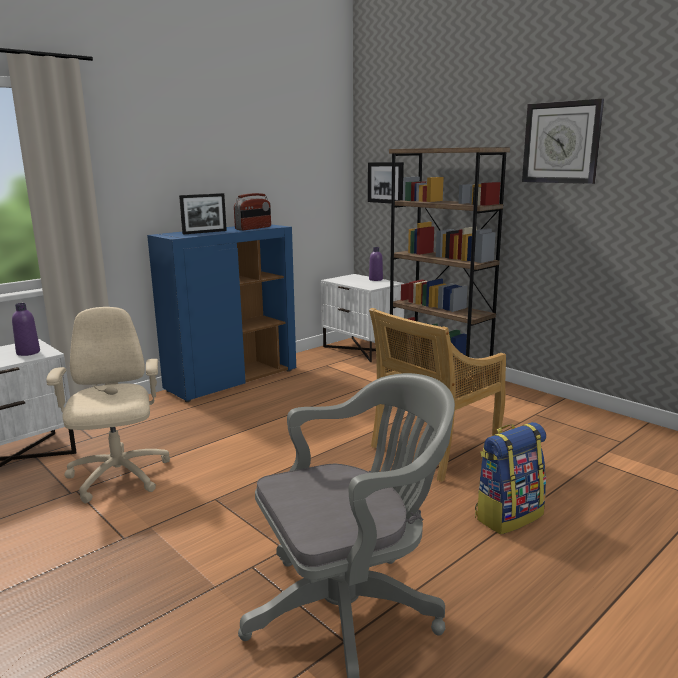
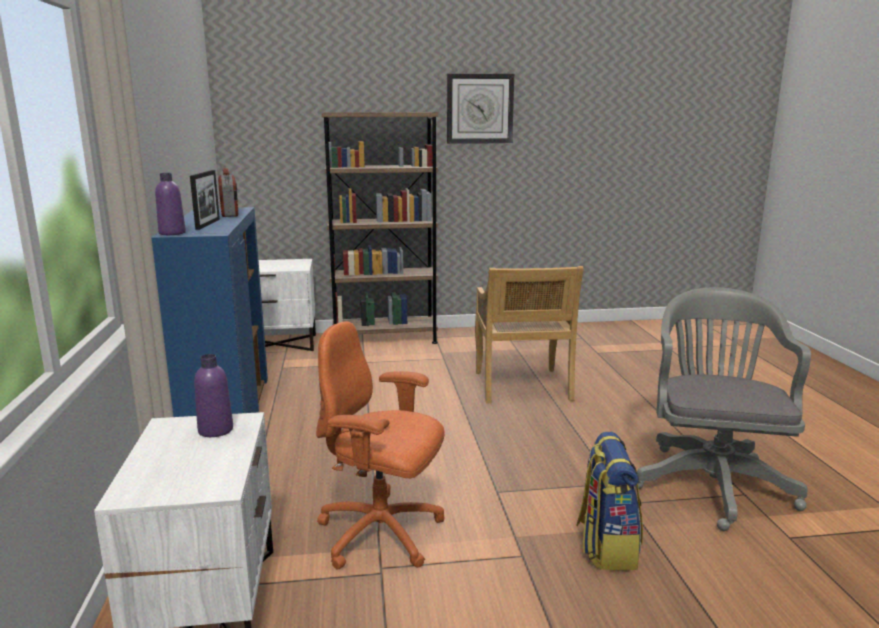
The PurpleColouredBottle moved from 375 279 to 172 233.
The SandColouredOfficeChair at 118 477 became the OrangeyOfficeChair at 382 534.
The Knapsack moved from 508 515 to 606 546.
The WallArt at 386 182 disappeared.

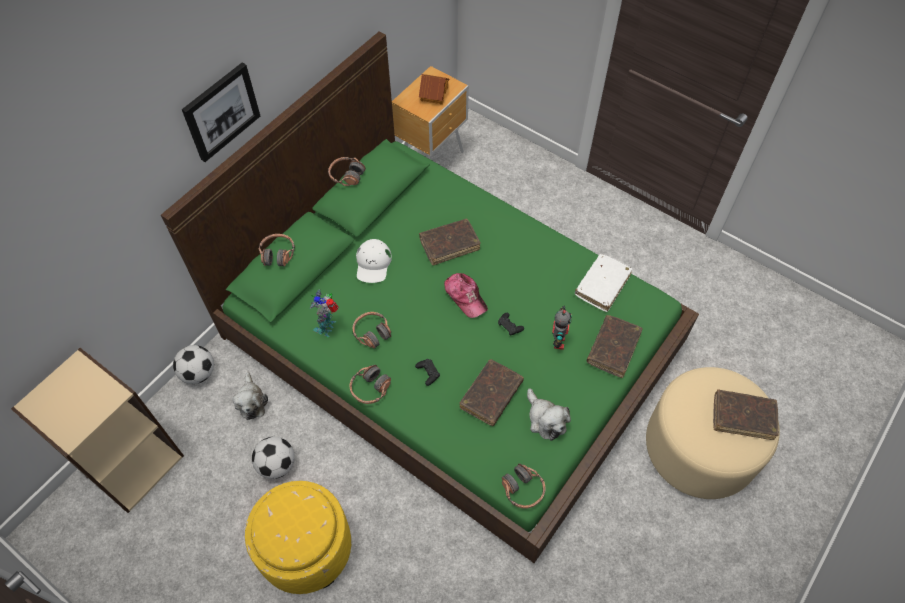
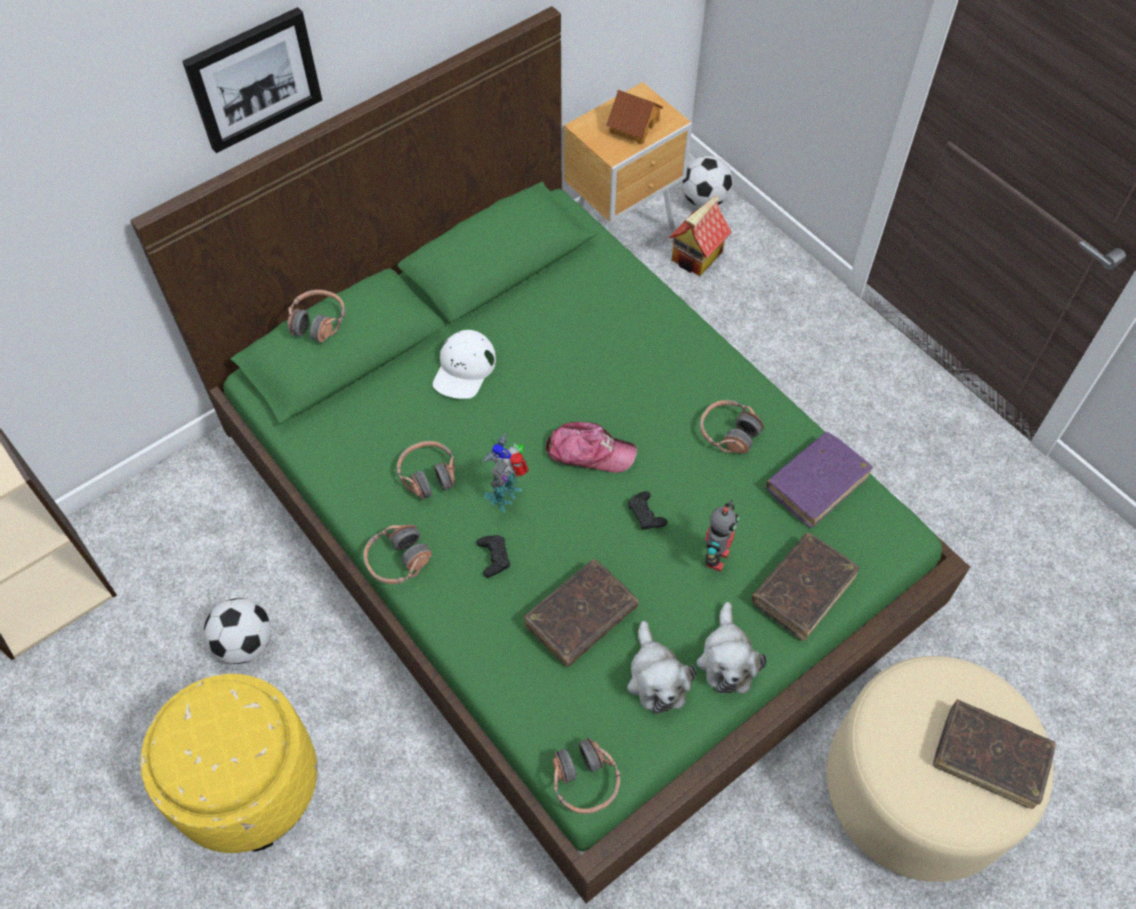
The ModelRobot moved from 327 327 to 507 495.
The Cap at 465 297 turned 60 degrees counterclockwise.
The ModelHouse at 697 257 appeared.
The Football moved from 199 373 to 704 200.
The PlushToy moved from 251 401 to 727 659.
The Headset moved from 347 175 to 728 433.
The WhitishVolume at 602 285 became the PurpleColouredVolume at 816 484.
The BrownVolume at 449 245 disappeared.

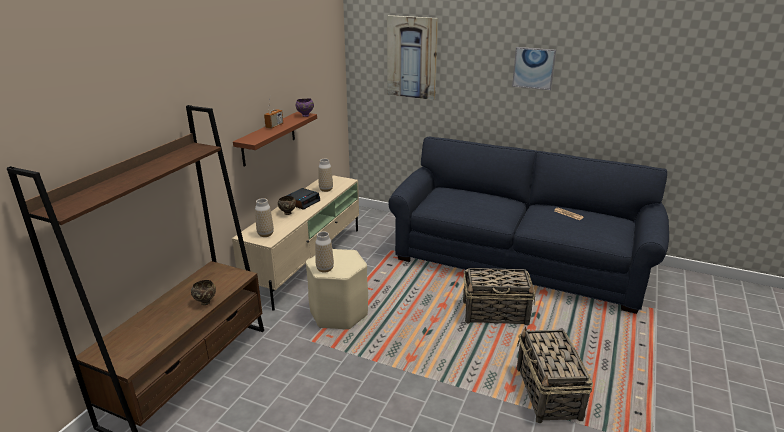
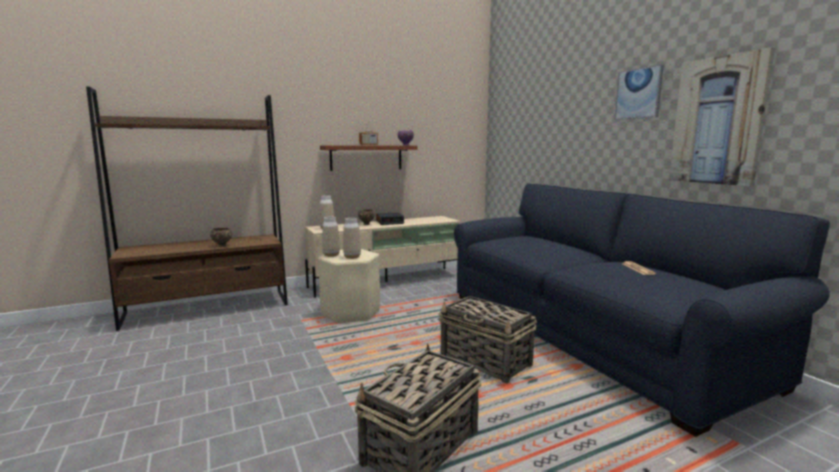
The FlowerVase moved from 326 189 to 352 257.
The WallArt moved from 412 57 to 718 121.

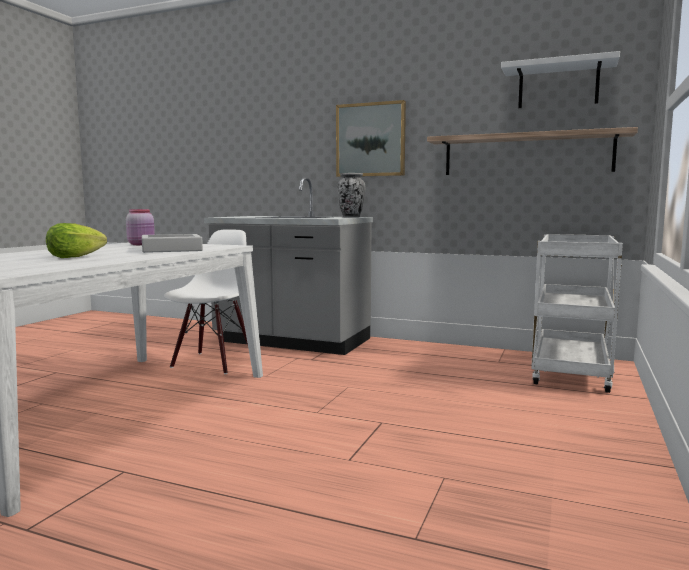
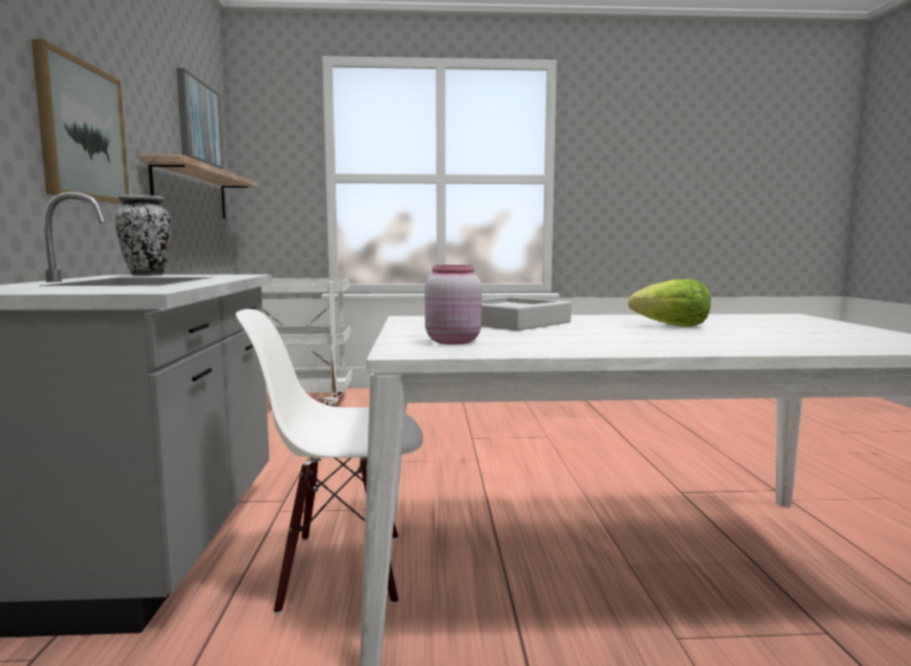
The WhitishShelf at 558 86 was replaced by the WallArt at 198 122.

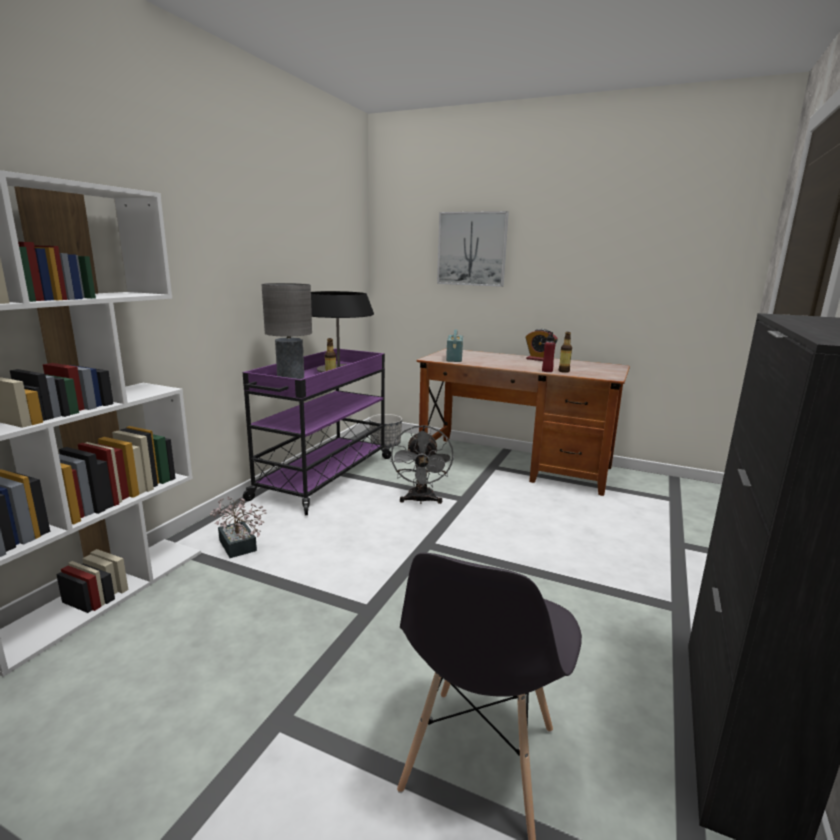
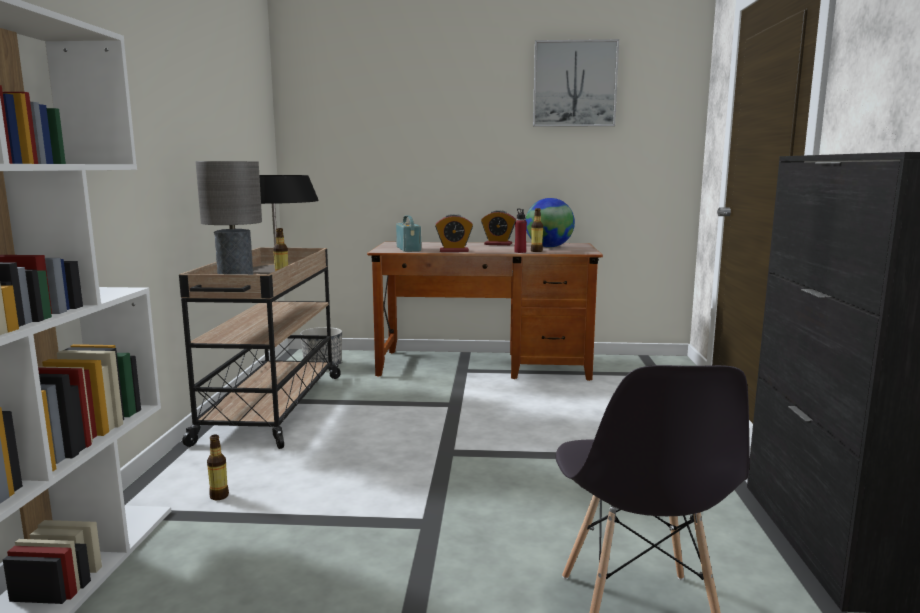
The PurpleColouredTrolley at 323 478 became the SandColouredTrolley at 271 408.
The PlantInAPot at 238 548 was replaced by the Bottle at 219 496.
The TableClock at 454 251 appeared.
The Globe at 549 247 appeared.
The WallArt moved from 472 249 to 574 84.
The GreyishFan at 420 500 disappeared.

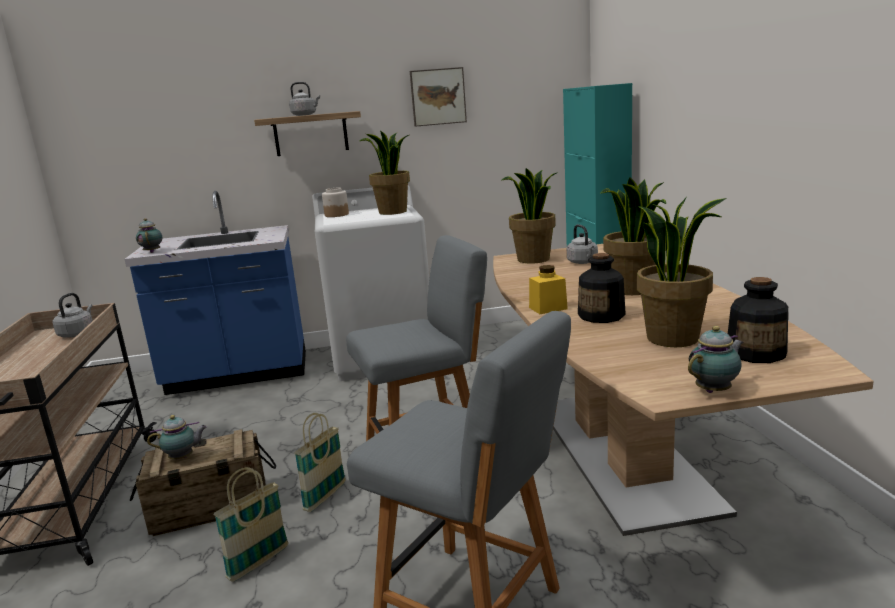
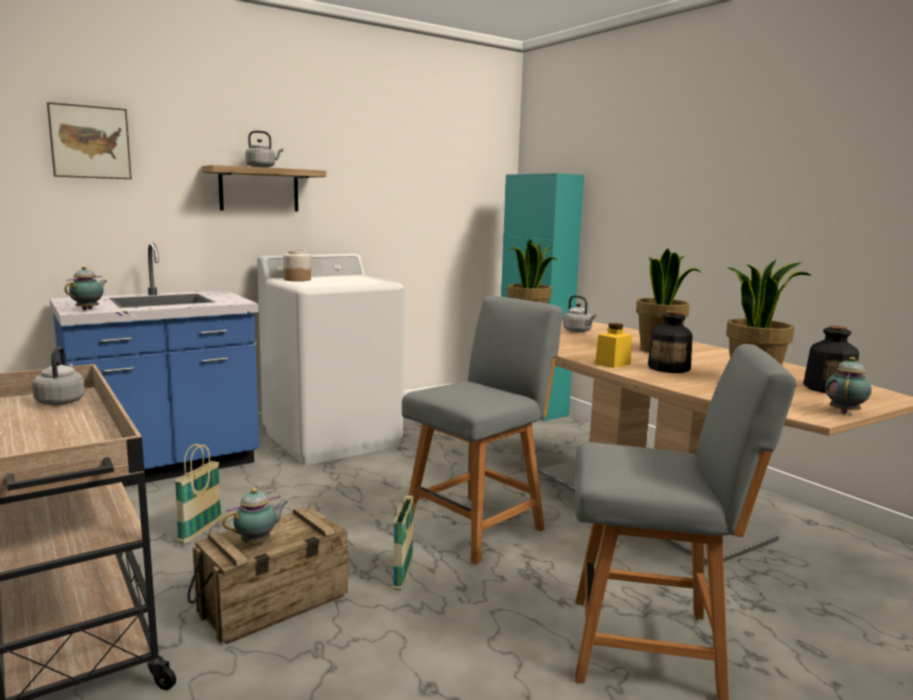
The WallArt moved from 437 97 to 90 142.
The Teapot at 152 252 turned 60 degrees clockwise.
The HouseholdBasket moved from 259 563 to 200 531.
The PlantInAPot at 393 212 disappeared.

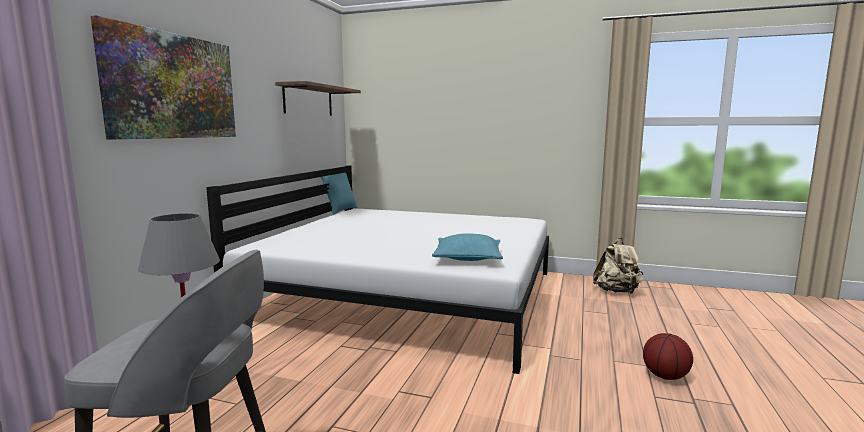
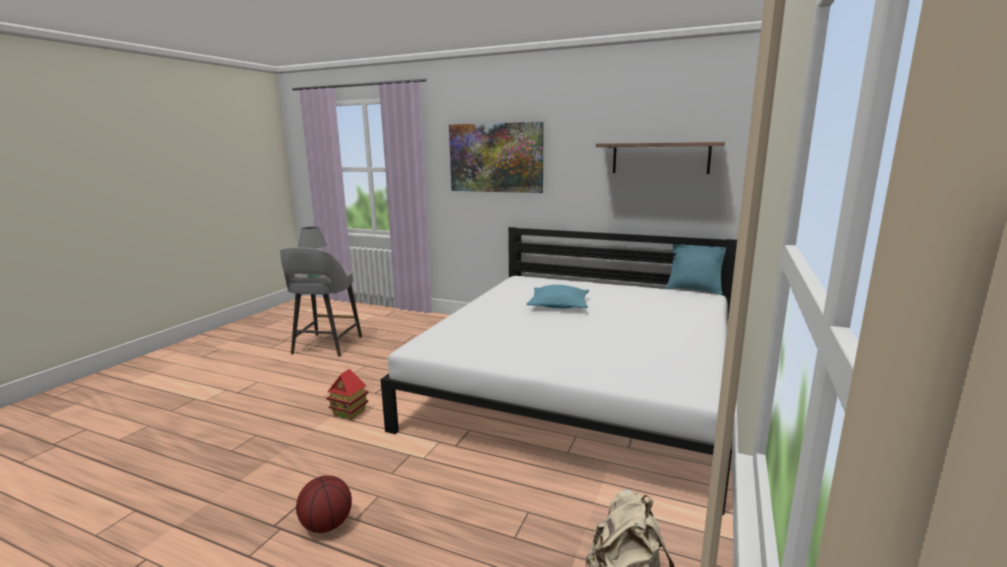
The ModelHouse at 349 412 appeared.
The TurquoiseColouredCushion moved from 467 258 to 559 305.

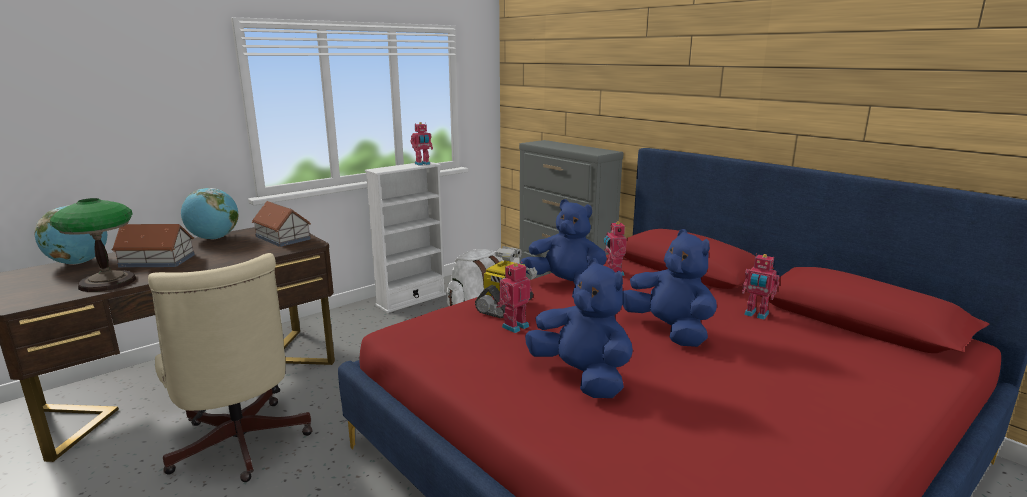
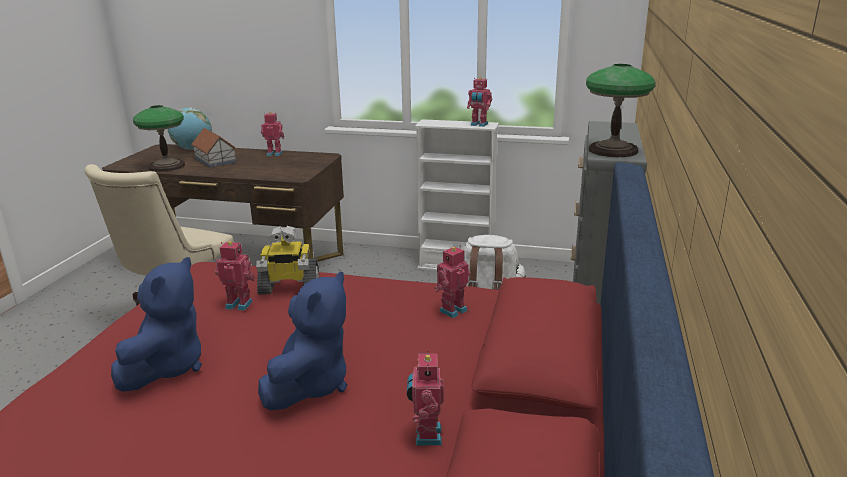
The Globe at 214 238 was replaced by the ModelRobot at 275 154.
The LampForATable at 613 150 appeared.
The ModelHouse at 283 237 disappeared.
The BluePlushToy at 565 284 disappeared.

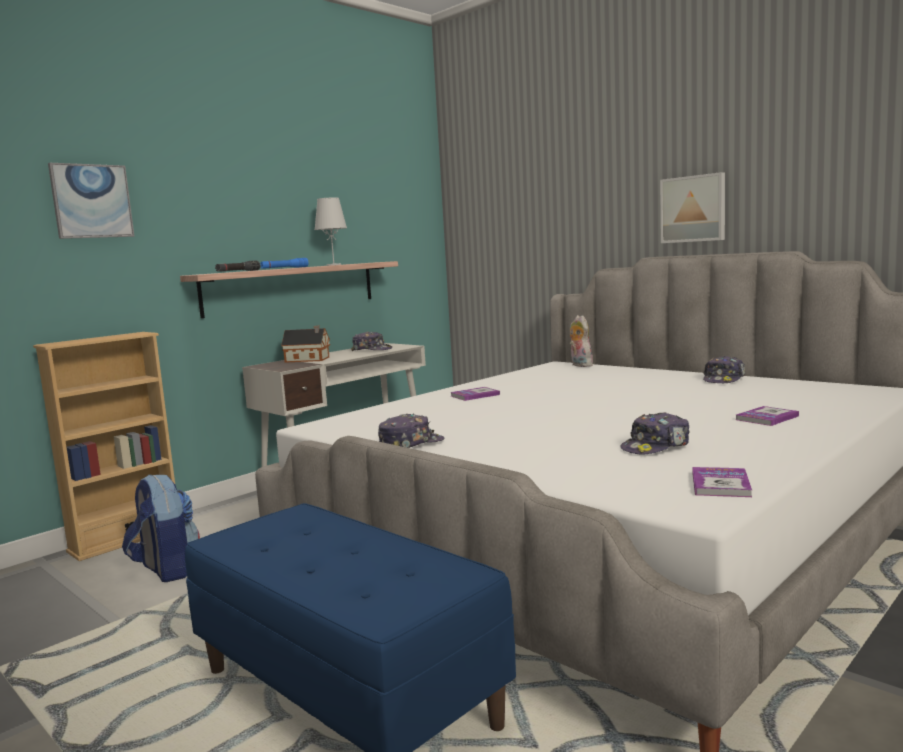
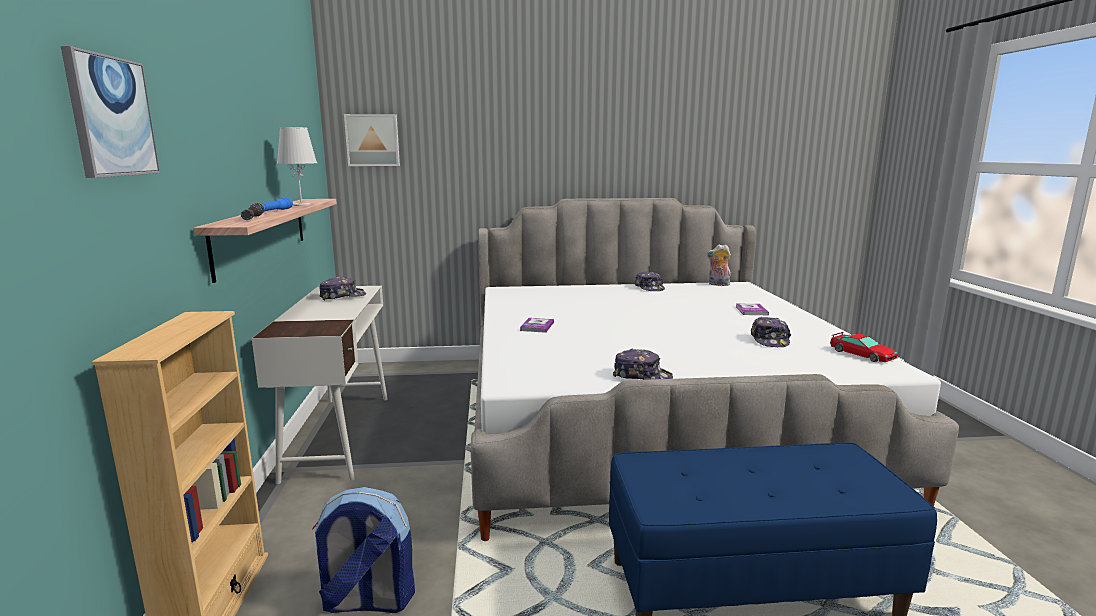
The WallArt moved from 693 209 to 372 140.
The Cap at 410 444 turned 105 degrees clockwise.
The PlushToy moved from 579 365 to 718 284.
The Volume at 720 484 was replaced by the ToyCar at 861 354.
The ModelHouse at 309 359 disappeared.

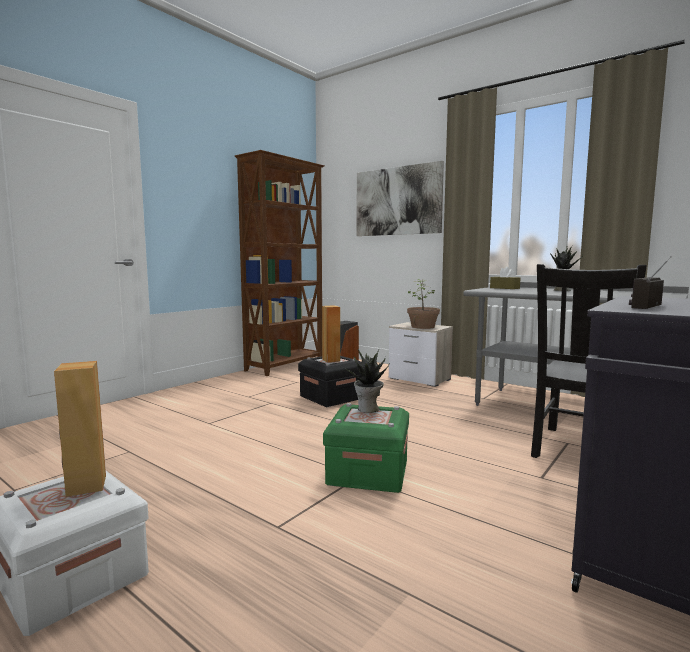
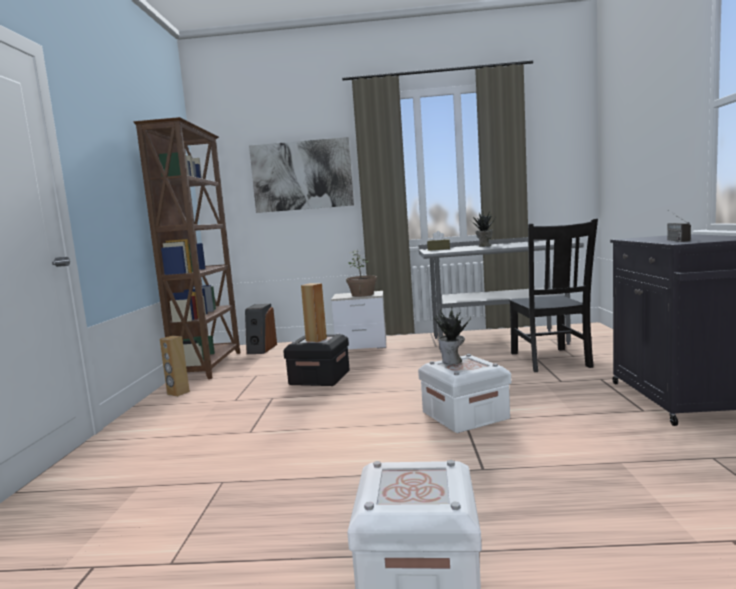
The BrownSpeaker moved from 86 486 to 178 393.
The GreenColouredStorageContainer at 368 472 became the WhitishStorageContainer at 465 415.

